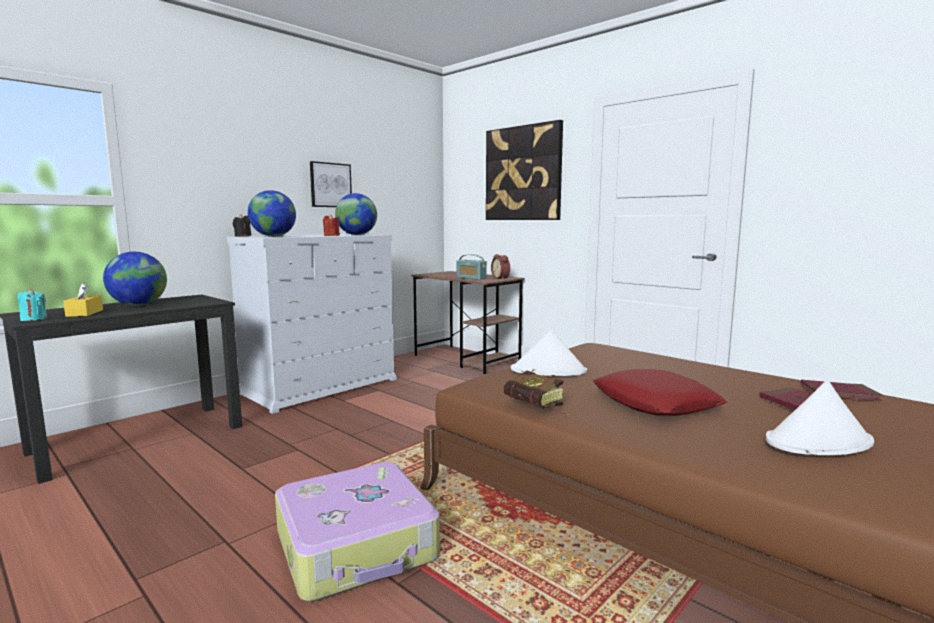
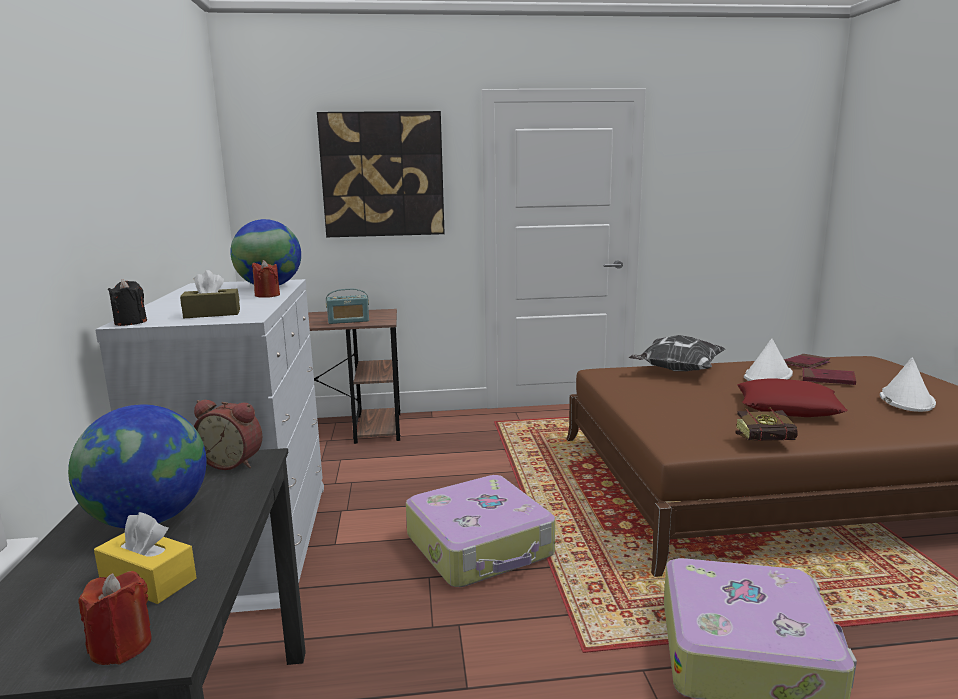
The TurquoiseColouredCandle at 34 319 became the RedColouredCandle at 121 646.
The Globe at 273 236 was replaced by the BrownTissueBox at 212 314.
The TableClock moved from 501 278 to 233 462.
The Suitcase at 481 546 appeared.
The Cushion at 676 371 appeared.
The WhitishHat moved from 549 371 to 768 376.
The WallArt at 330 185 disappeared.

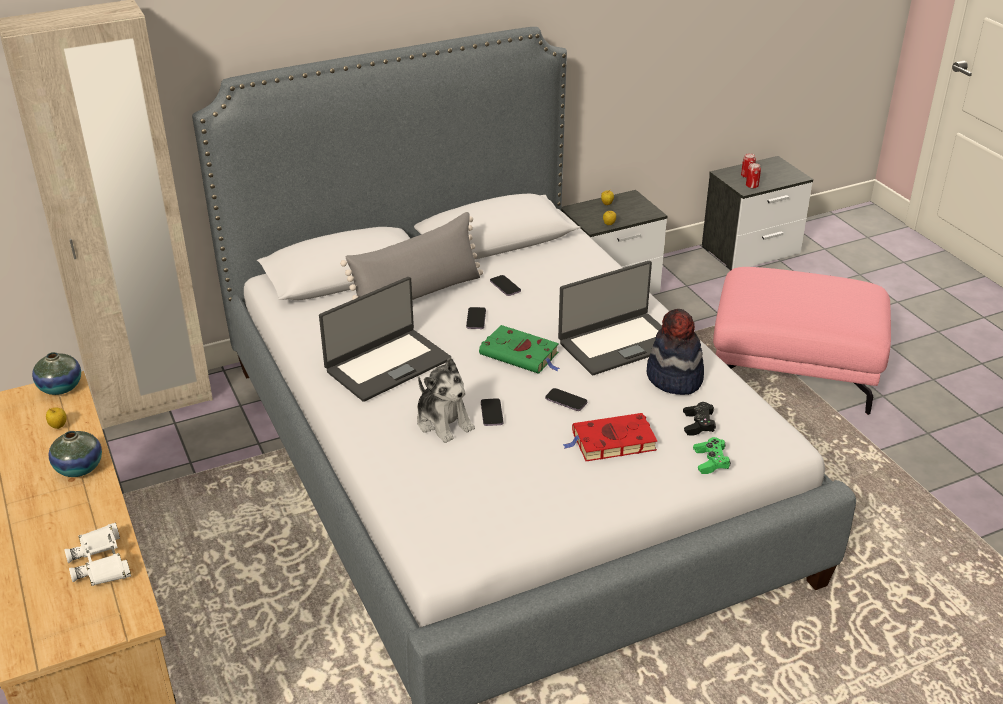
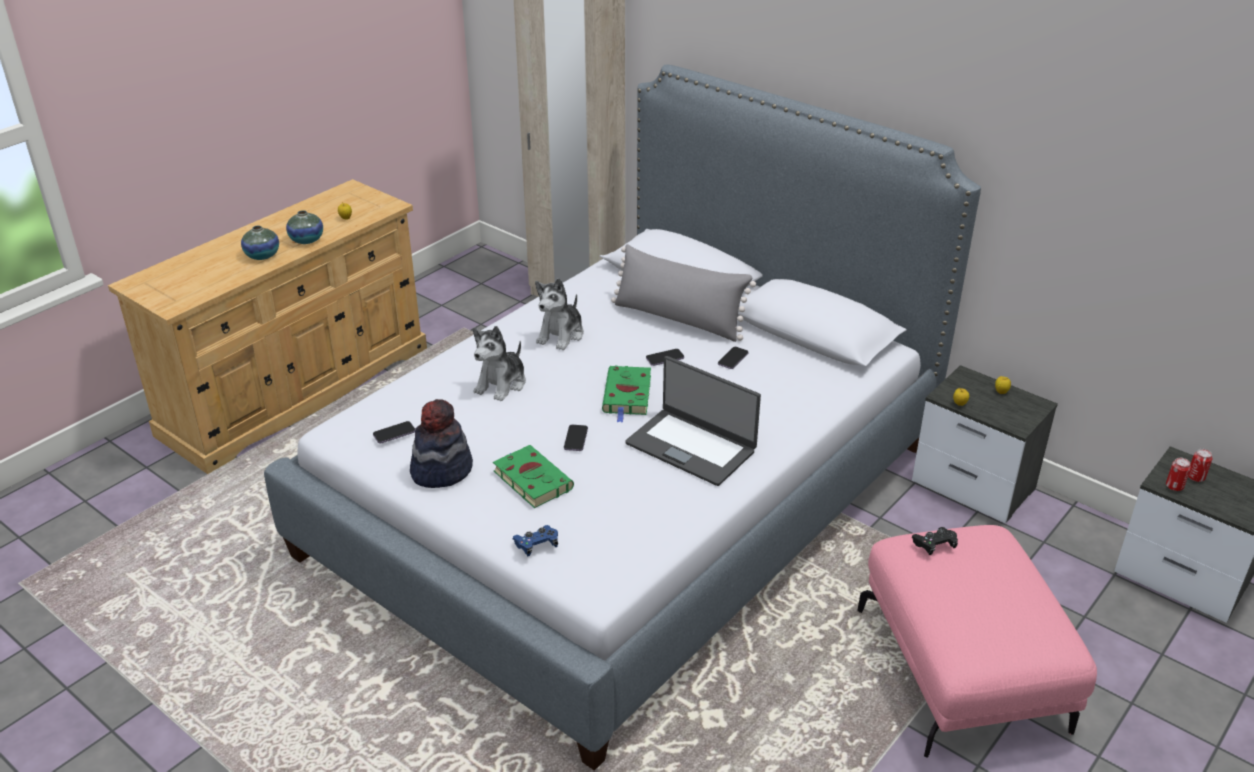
The FlowerVase moved from 60 387 to 262 255.
The Handset moved from 491 413 to 394 433.
The Hat moved from 674 378 to 441 470.
The RedColouredVolume at 611 442 became the GreenColouredVolume at 531 479.
The GreenColouredJoypad at 710 462 became the BlueJoypad at 536 545.
The Laptop at 387 364 was replaced by the PlushToy at 561 335.
The BlackJoypad moved from 698 425 to 934 545.
The WhitishFieldGlasses at 101 562 disappeared.

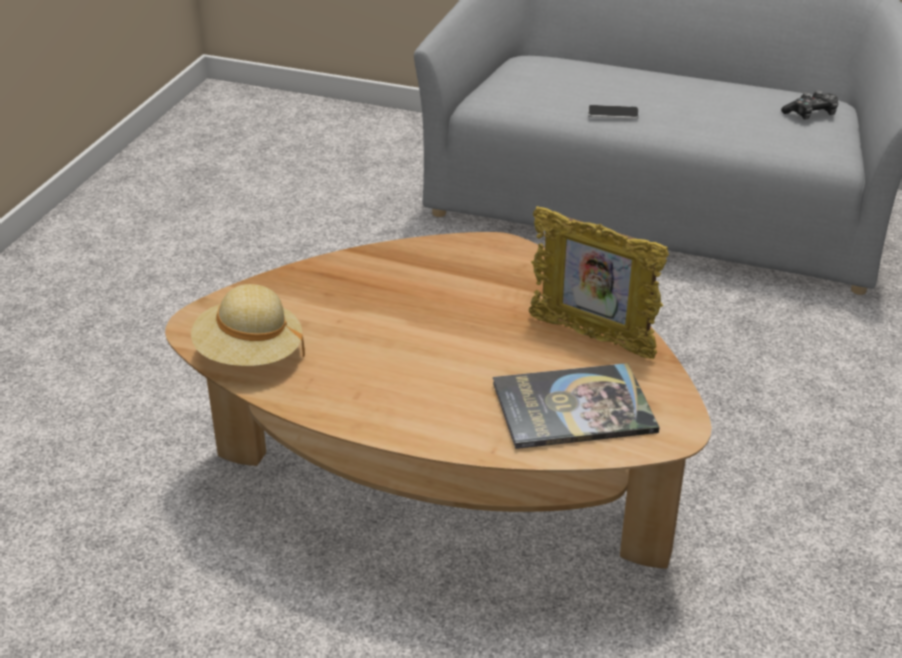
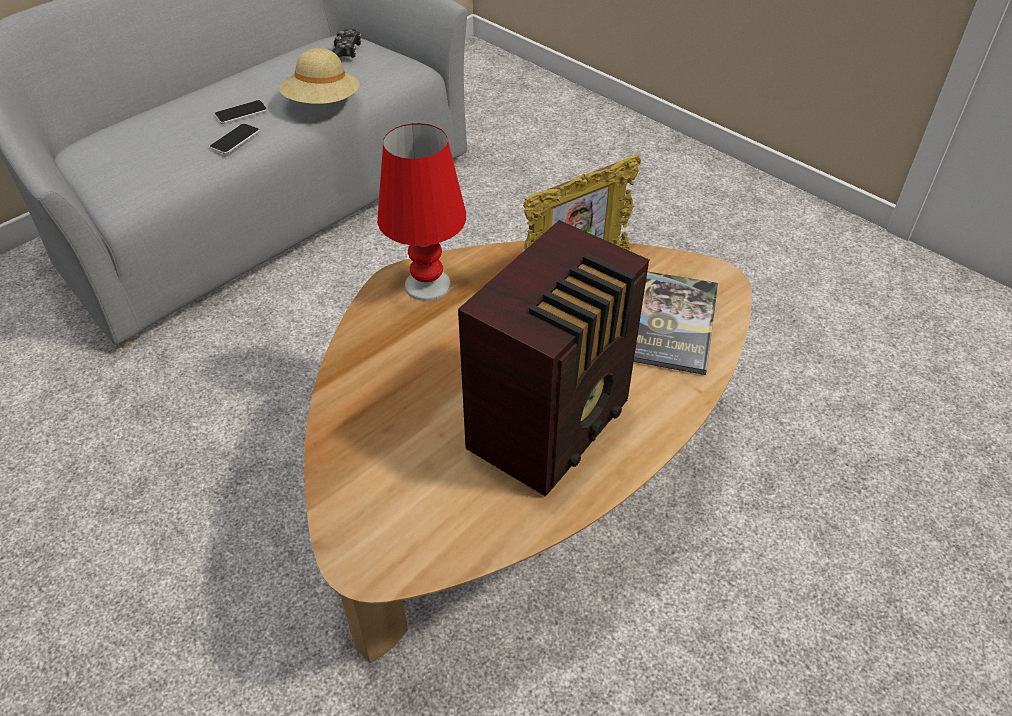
The Handset at 241 113 appeared.
The SandColouredHat moved from 249 355 to 322 104.
The RedColouredLampForATable at 428 285 appeared.
The Radio at 553 425 appeared.

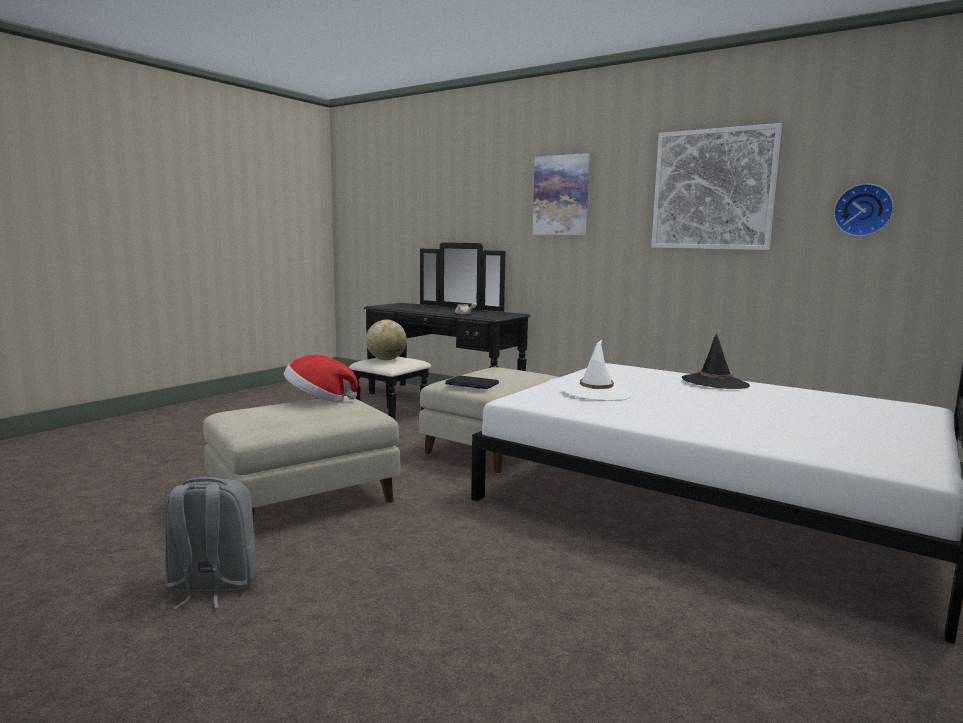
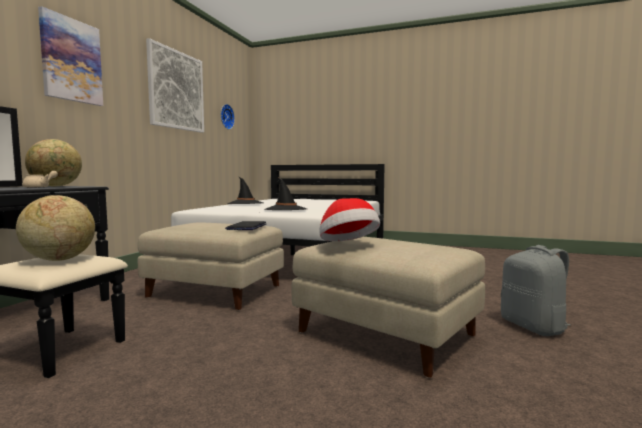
The Globe at 56 186 appeared.
The WhitishHat at 596 393 became the BlackHat at 286 210.

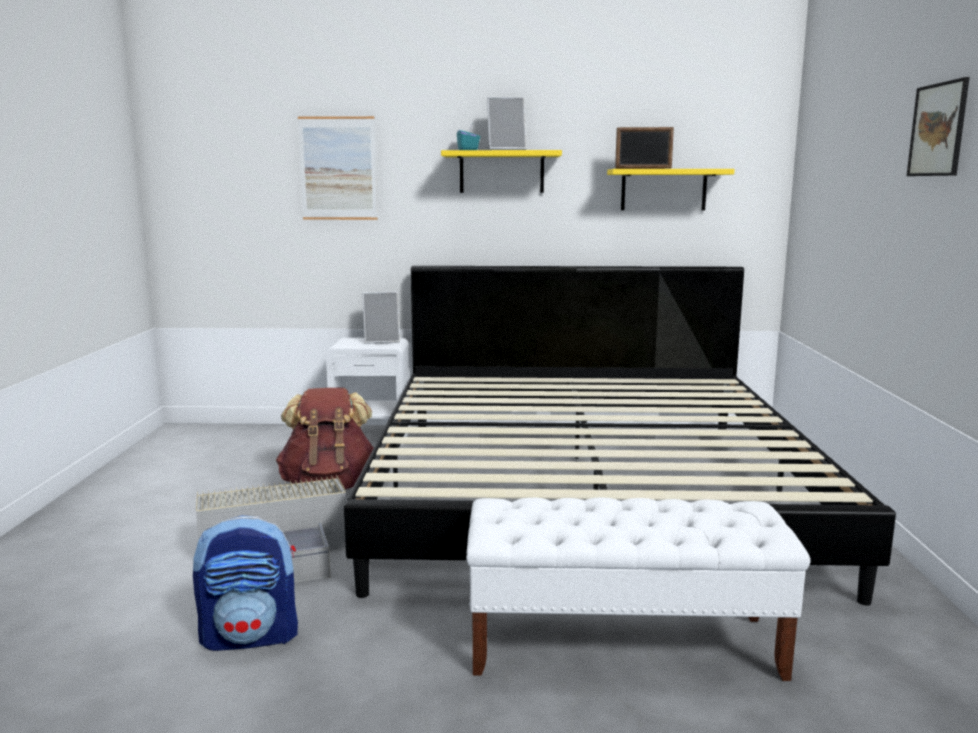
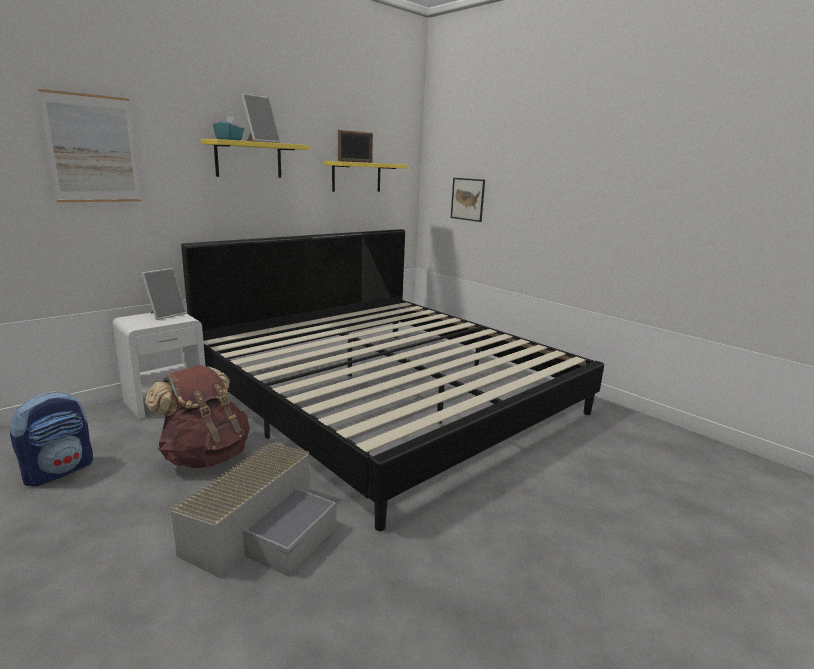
The Knapsack moved from 251 636 to 59 471.
The WallArt moved from 938 130 to 467 199.
The WhitishLongSeat at 624 644 disappeared.

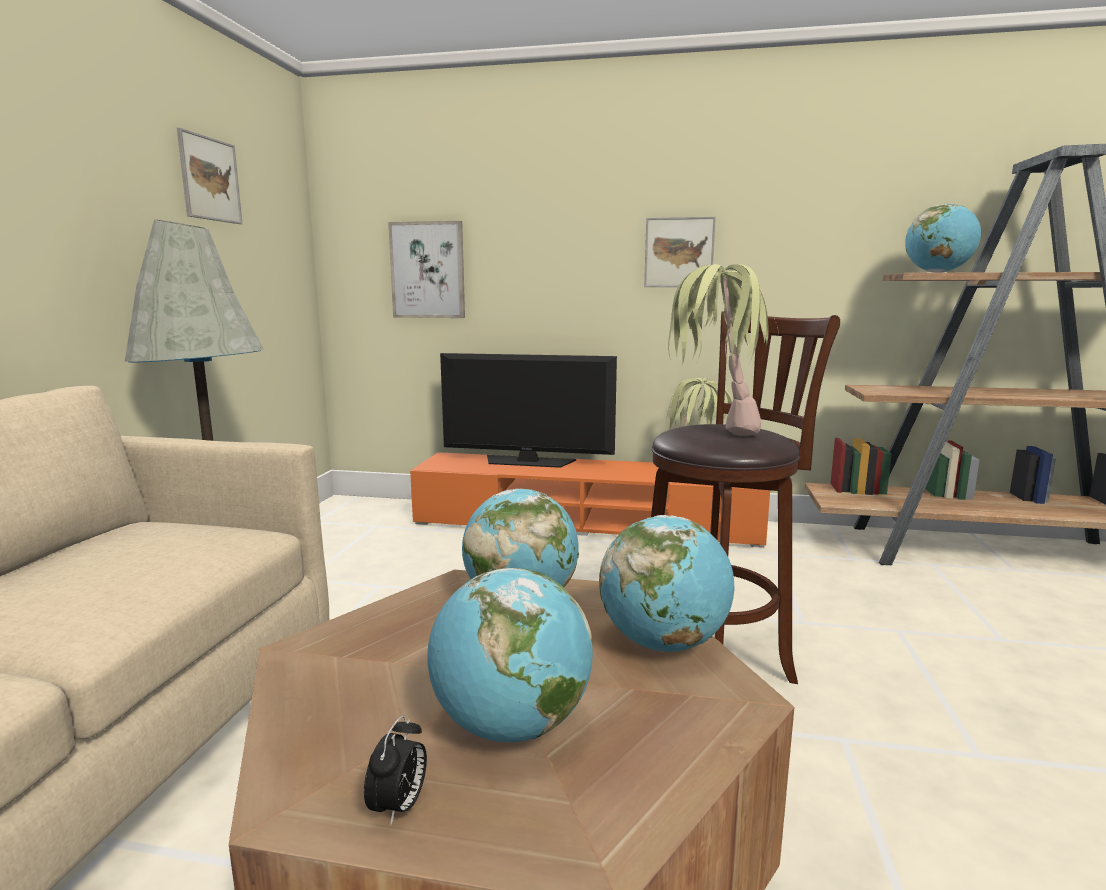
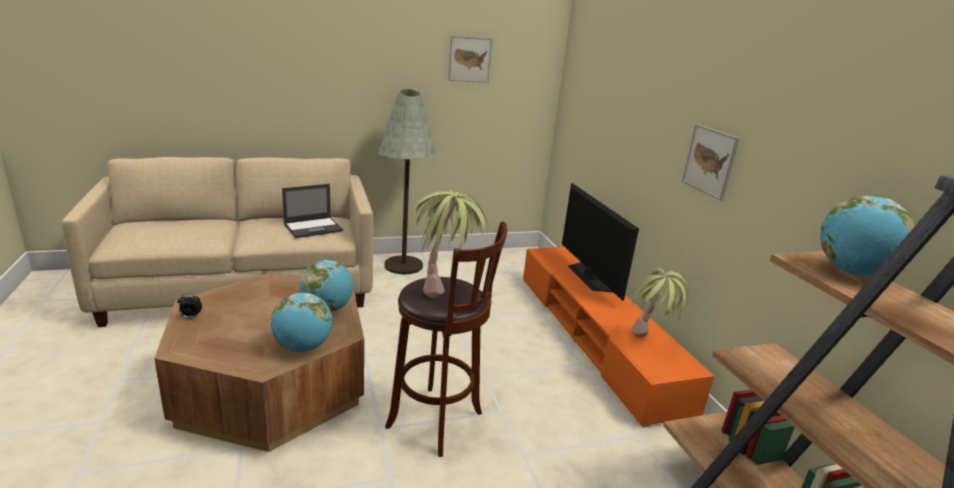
The Laptop at 314 227 appeared.
The WallArt at 428 270 disappeared.
The Globe at 511 726 disappeared.

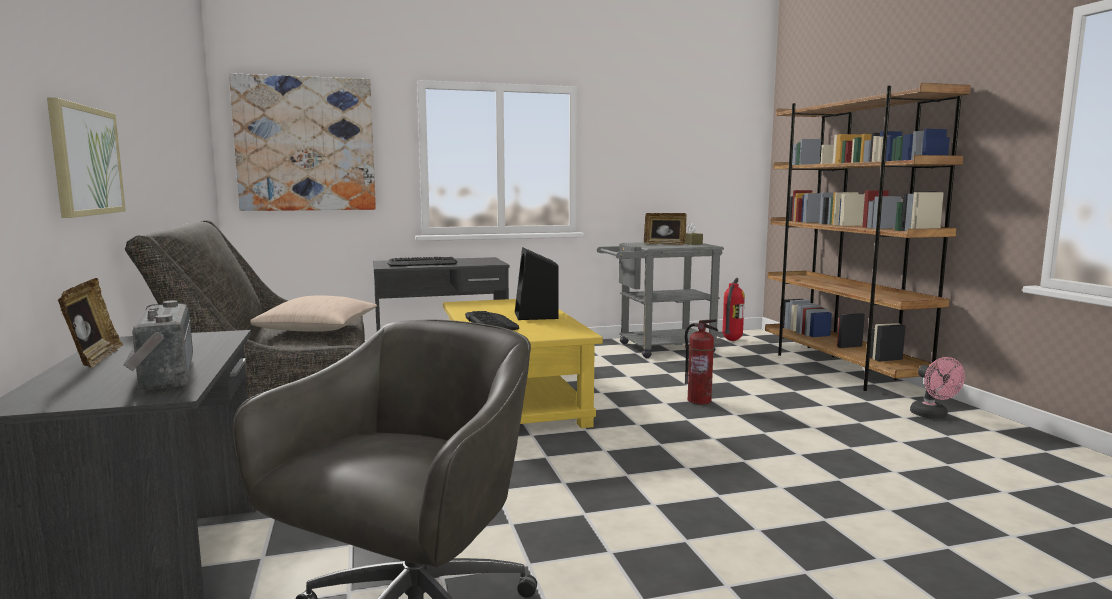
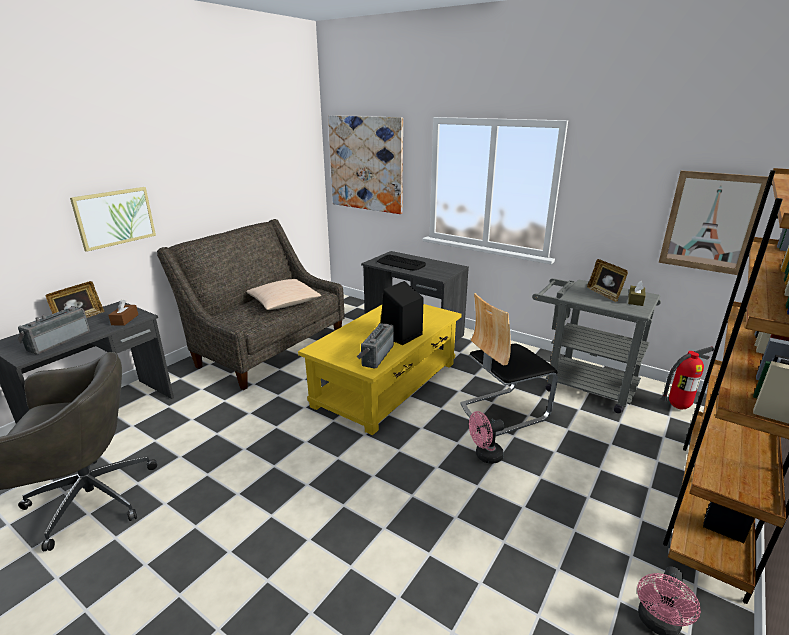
The BrownTissueBox at 125 320 appeared.
The Radio at 375 355 appeared.
The UprightChair at 503 411 appeared.
The Extinguisher at 699 400 was replaced by the PinkColouredFan at 485 456.
The WallArt at 710 222 appeared.
The PcKeyboard at 491 323 disappeared.

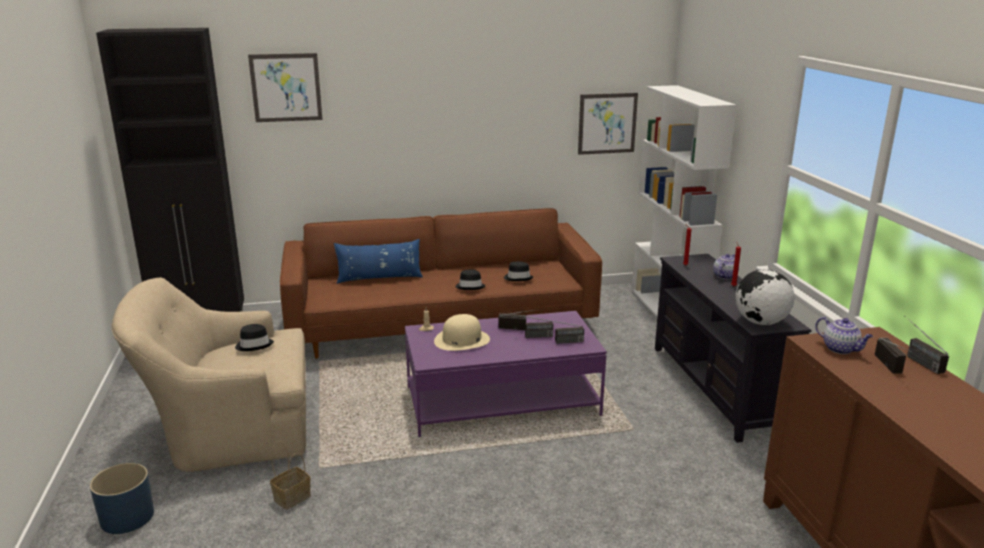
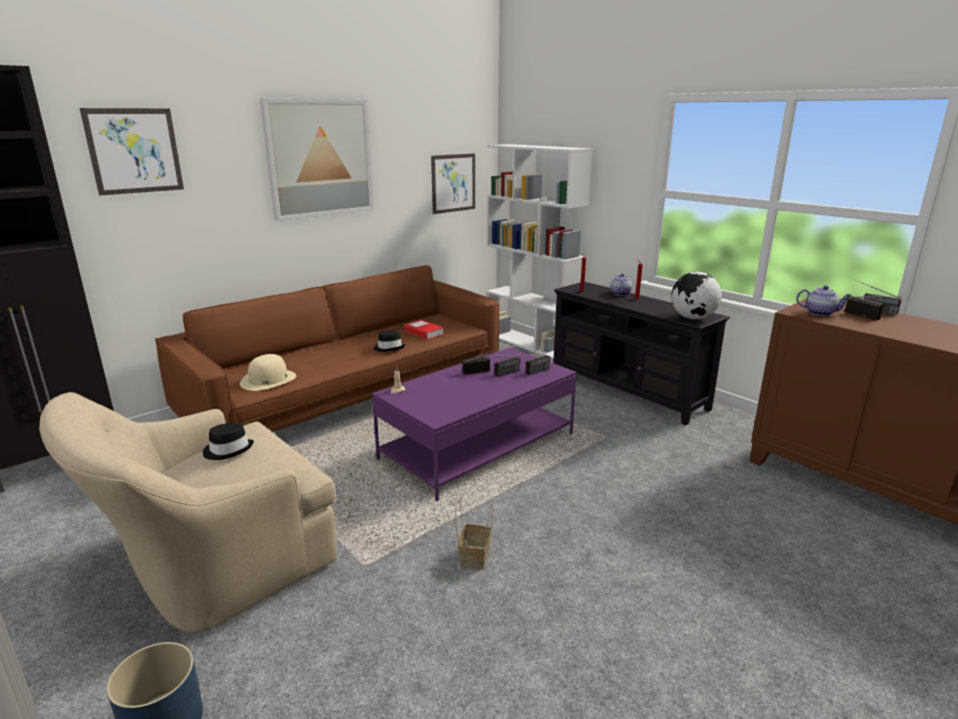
The SandColouredHat moved from 461 340 to 268 380.
The WallArt at 320 158 appeared.
The BlackHat at 518 278 was replaced by the Volume at 424 333.
The HouseholdBasket moved from 292 497 to 474 556.
The BlueCushion at 379 278 disappeared.

